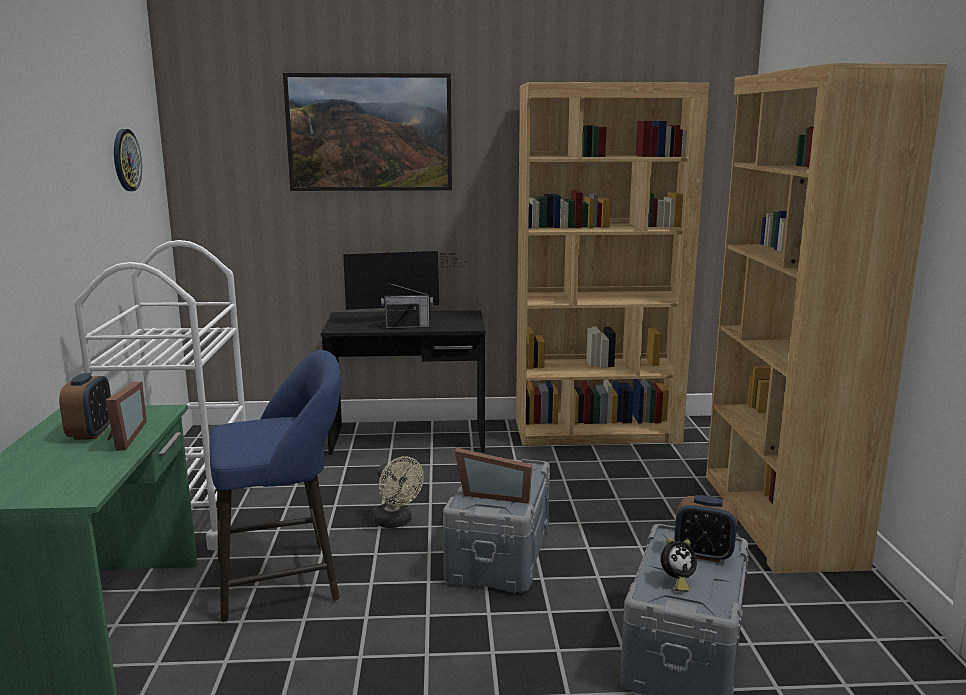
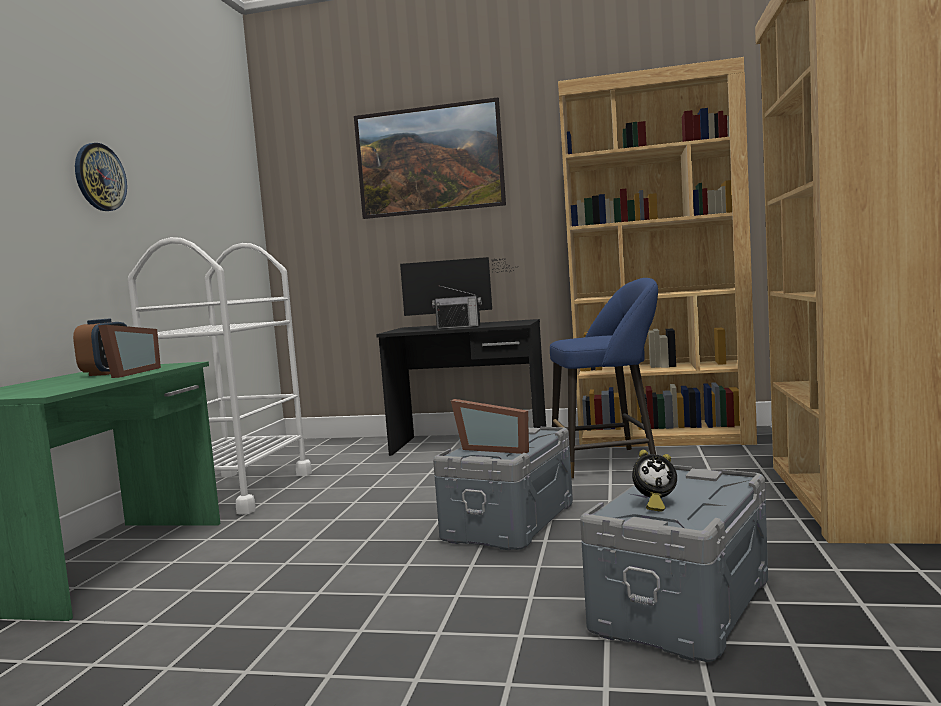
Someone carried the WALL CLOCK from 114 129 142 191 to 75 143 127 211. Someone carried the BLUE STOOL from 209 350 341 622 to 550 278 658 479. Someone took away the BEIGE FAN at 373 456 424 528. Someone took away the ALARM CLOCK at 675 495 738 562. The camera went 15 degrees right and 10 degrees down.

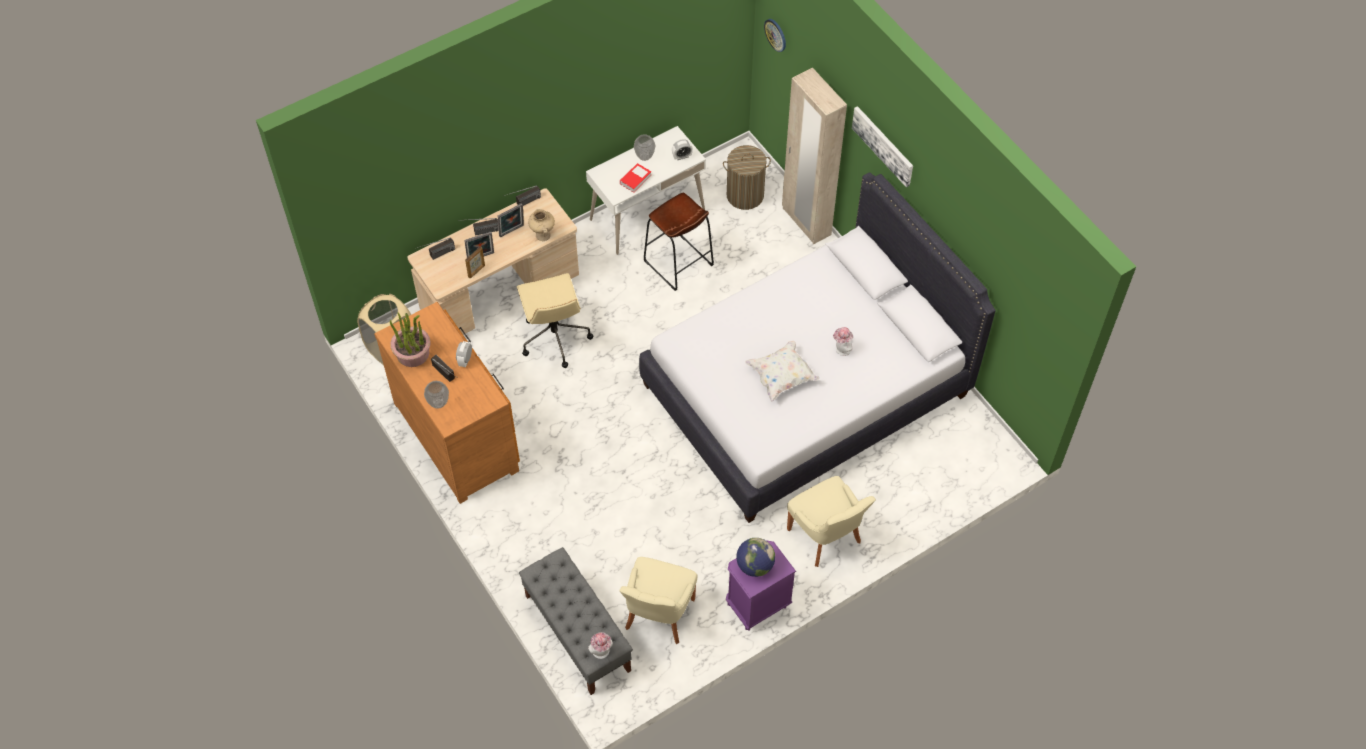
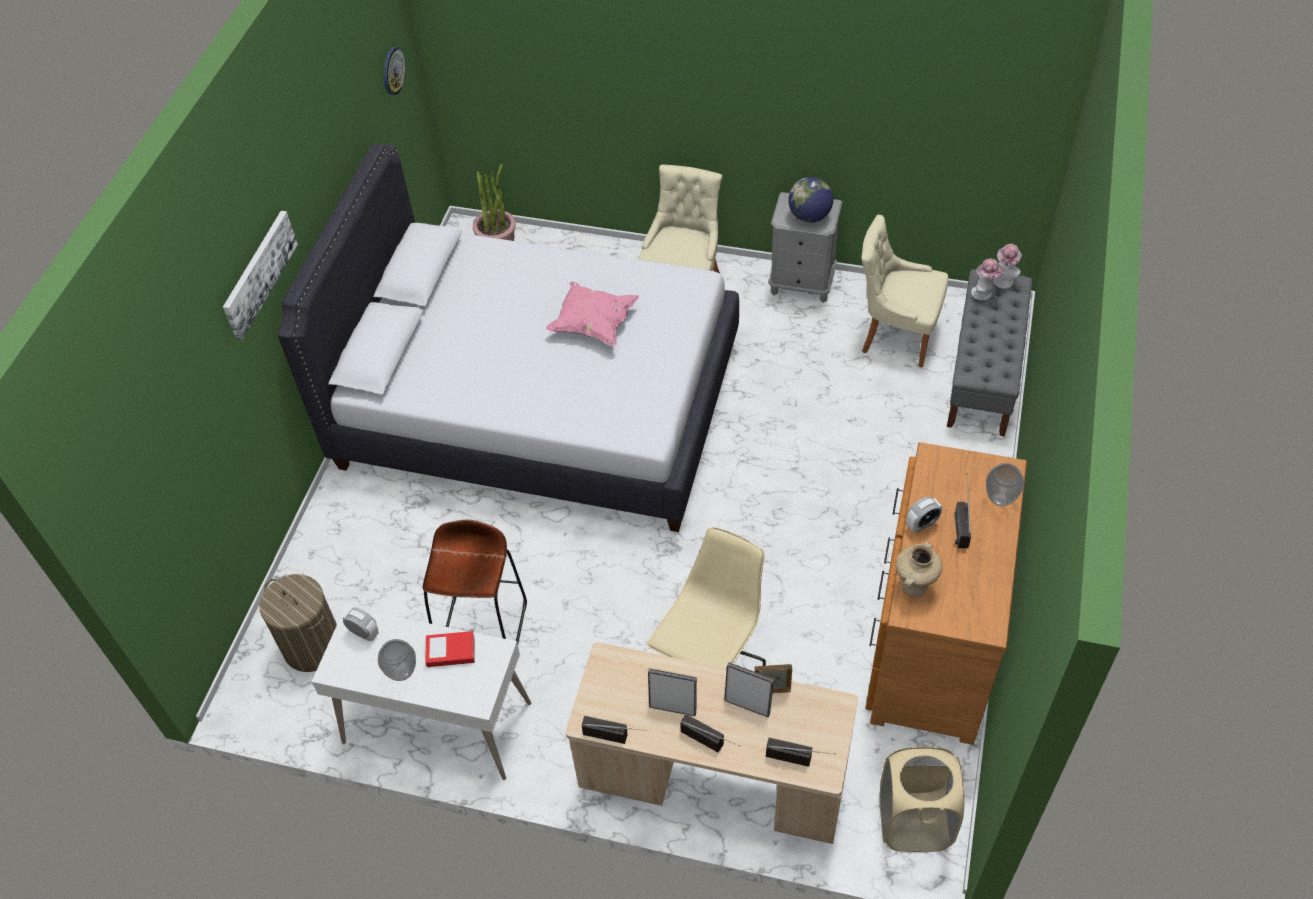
Someone carried the POTTED PLANT from 390 312 430 367 to 472 164 516 241. Someone carried the BEIGE VASE from 528 209 555 241 to 896 542 942 597. Someone rotated the BEIGE CHAIR at 619 557 697 644 by 135 degrees counterclockwise. Someone repainted the PURPLE NIGHTSTAND at 726 540 796 631, which became the GREY NIGHTSTAND at 769 192 842 303. Someone repainted the WHITE PILLOW at 745 341 820 402, which became the PINK PILLOW at 546 281 639 347. Someone carried the WALL CLOCK from 764 19 786 52 to 384 47 406 95. Someone took away the BEIGE WARDROBE at 782 68 847 244. Someone carried the HAT from 833 327 853 356 to 971 258 1005 301. The camera went 130 degrees left and 5 degrees down.

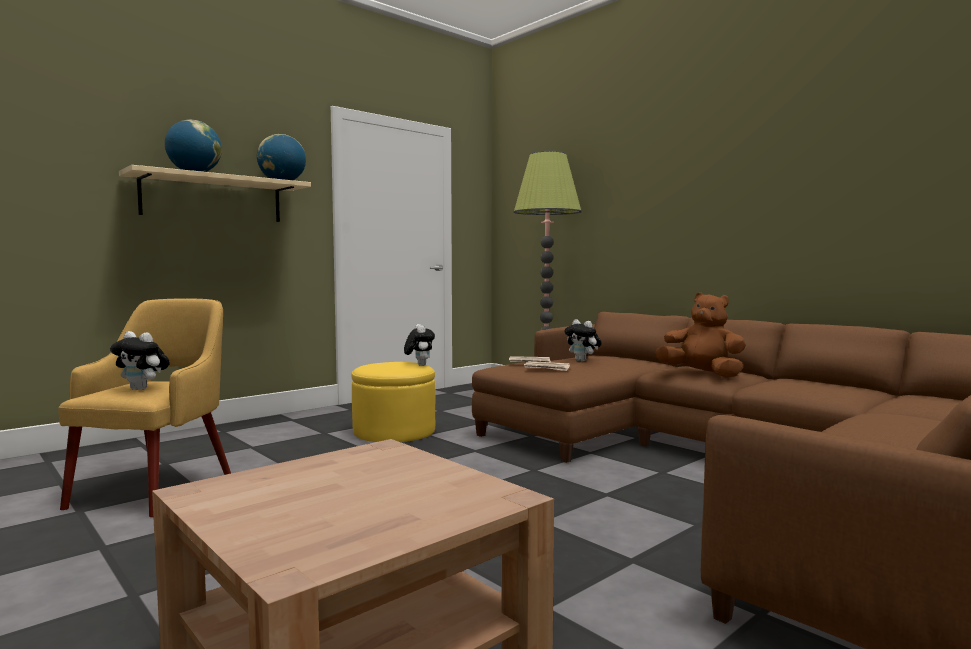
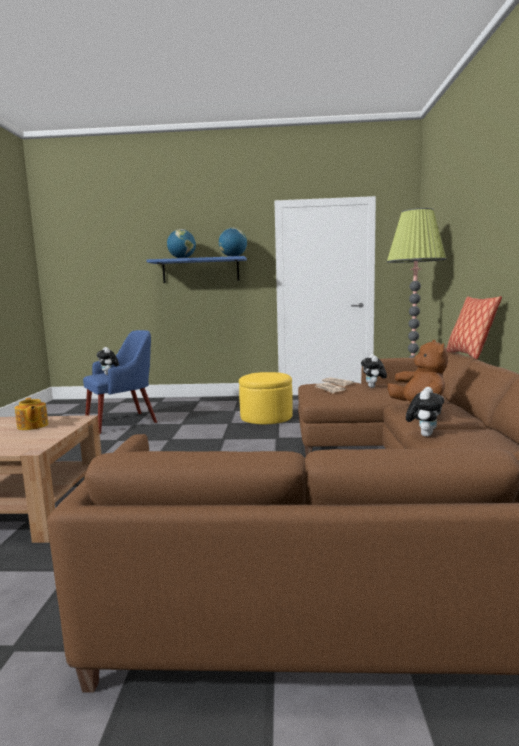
Someone repainted the YELLOW ARMCHAIR at 58 298 231 517, which became the BLUE ARMCHAIR at 83 330 157 434. Someone repainted the BEIGE SHELF at 119 165 311 222, which became the BLUE SHELF at 147 256 247 283. Someone carried the PLUSH TOY from 404 324 435 366 to 406 387 444 437. Someone put down the TEAPOT at 15 398 48 430. Someone put down the PILLOW at 446 296 502 359. The camera went 45 degrees right and 5 degrees up.

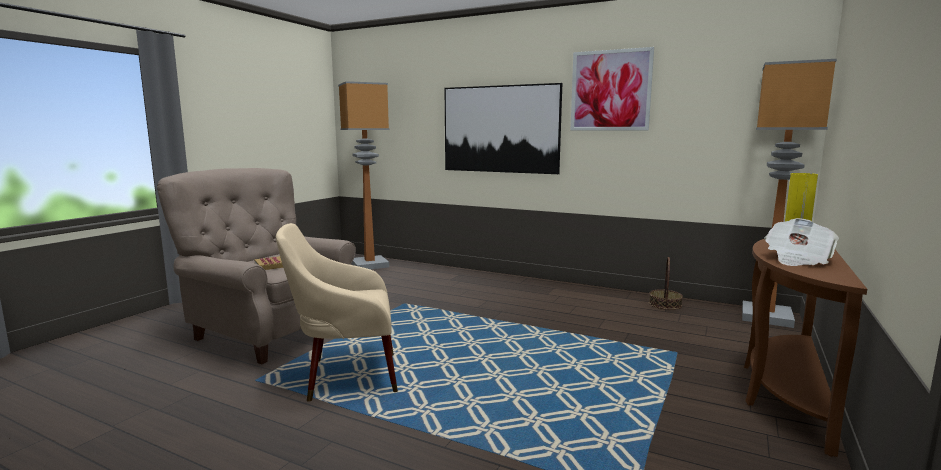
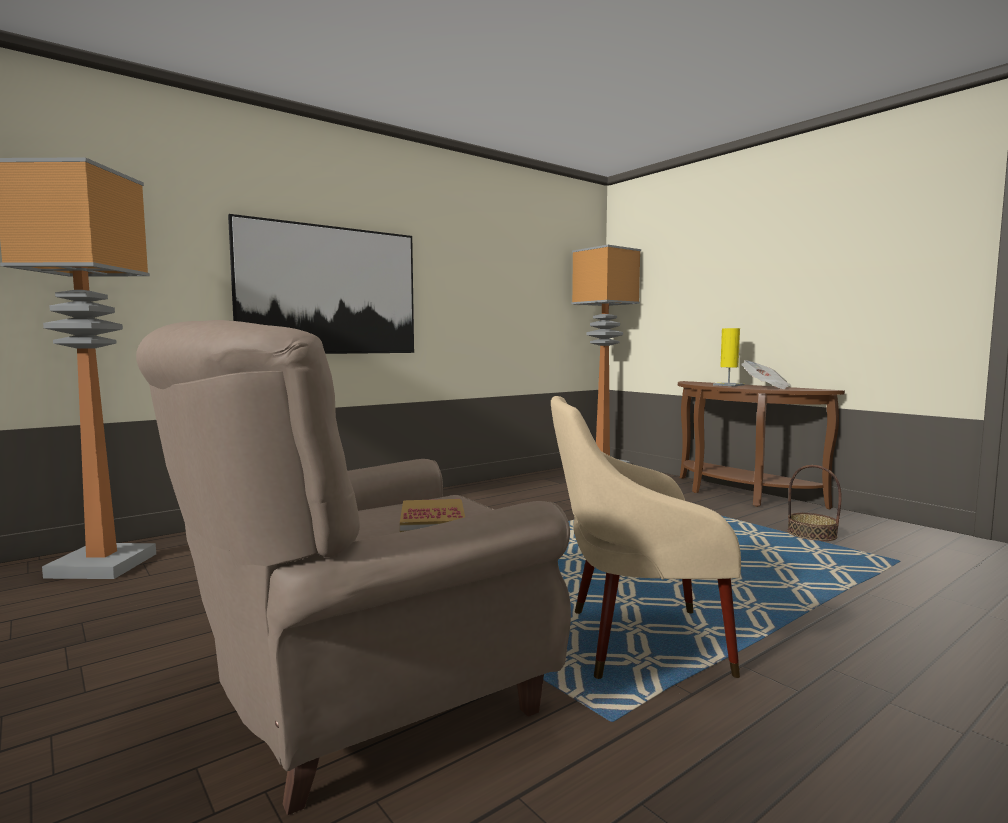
Someone rotated the BEIGE ARMCHAIR at 276 223 398 402 by 75 degrees clockwise. Someone took away the PICTURE at 570 47 654 130. Someone carried the BASKET from 649 257 683 310 to 787 465 842 541. The camera went 65 degrees left and 5 degrees down.

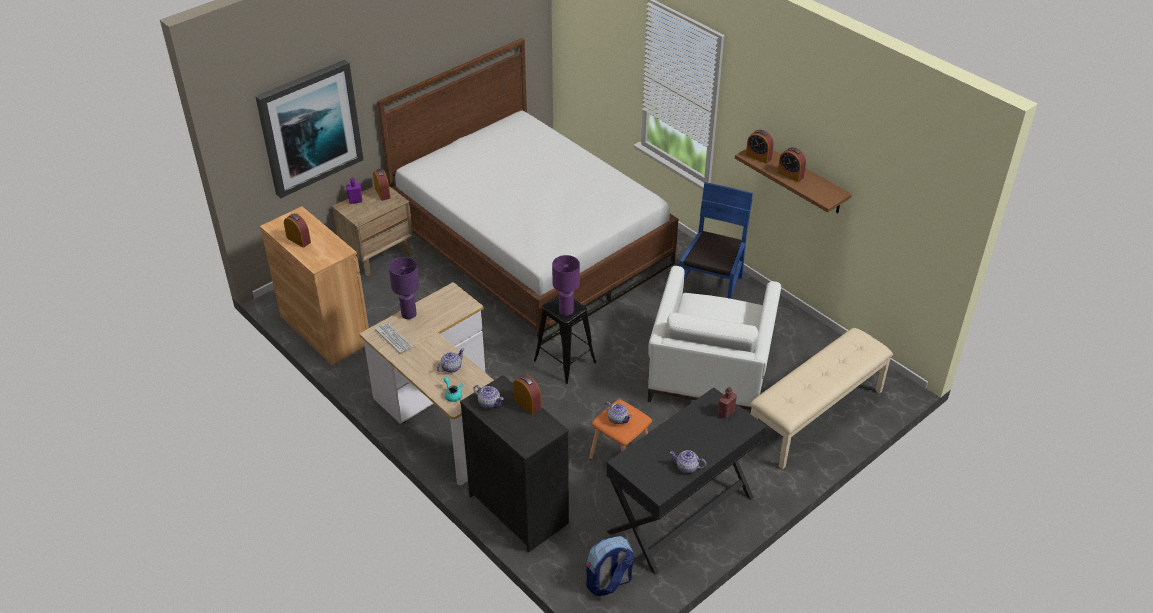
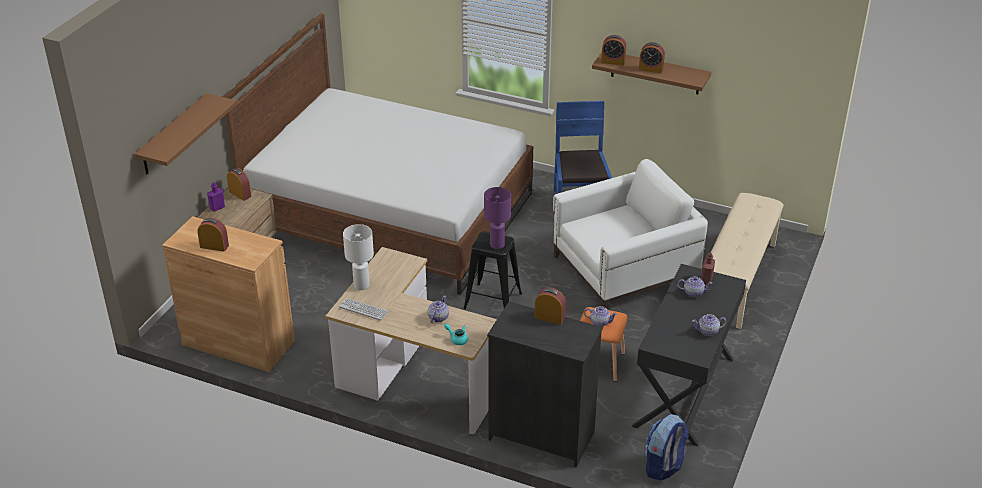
Someone swapped the PICTURE at 255 60 364 198 for the BROWN SHELF at 134 93 237 174. Someone repainted the PURPLE TABLE LAMP at 389 257 419 319, which became the WHITE TABLE LAMP at 343 224 374 290. Someone carried the TEAPOT from 473 385 504 409 to 677 277 713 298. Someone rotated the WHITE ARMCHAIR at 648 266 781 412 by 105 degrees counterclockwise. The camera went 25 degrees left and 5 degrees down.

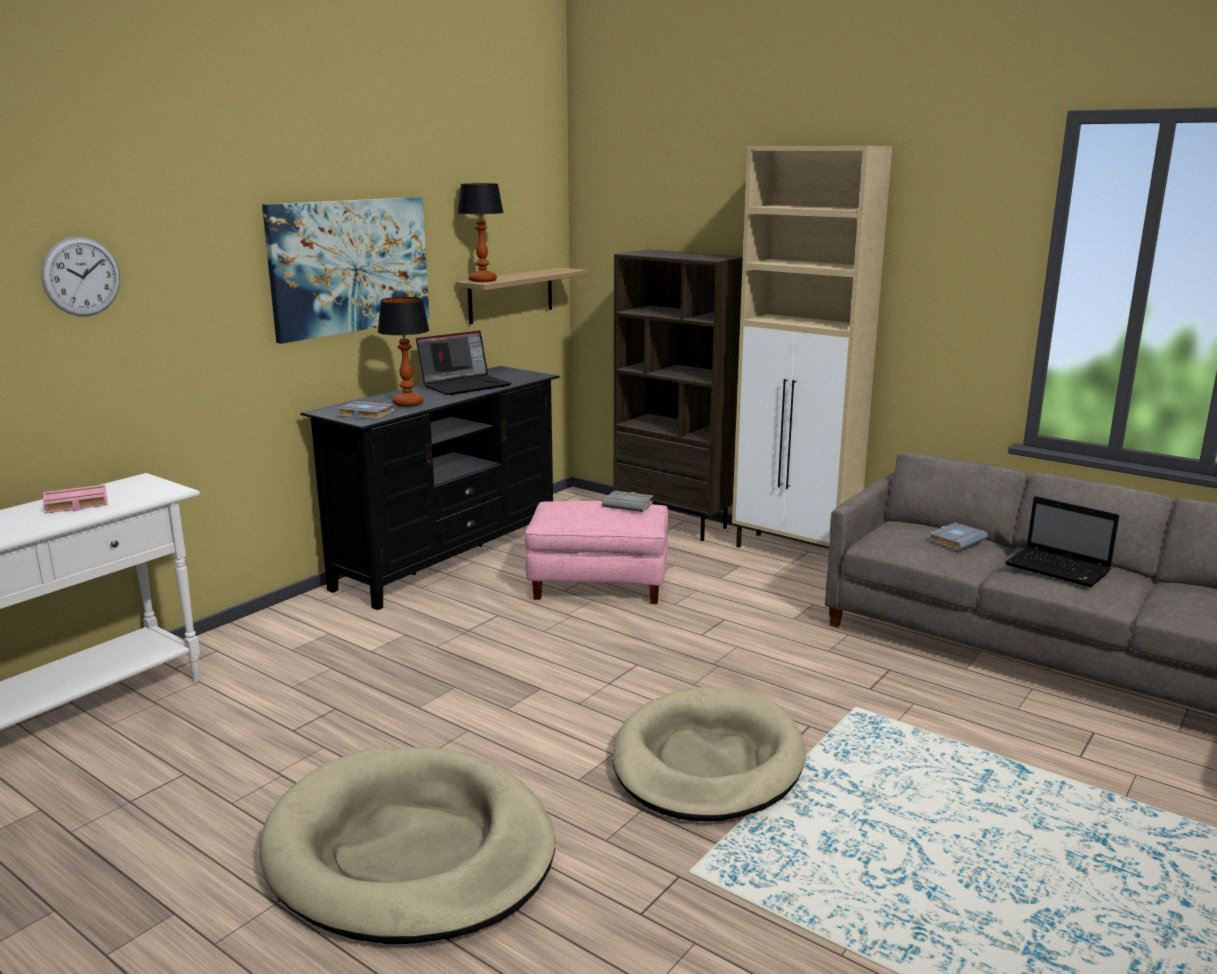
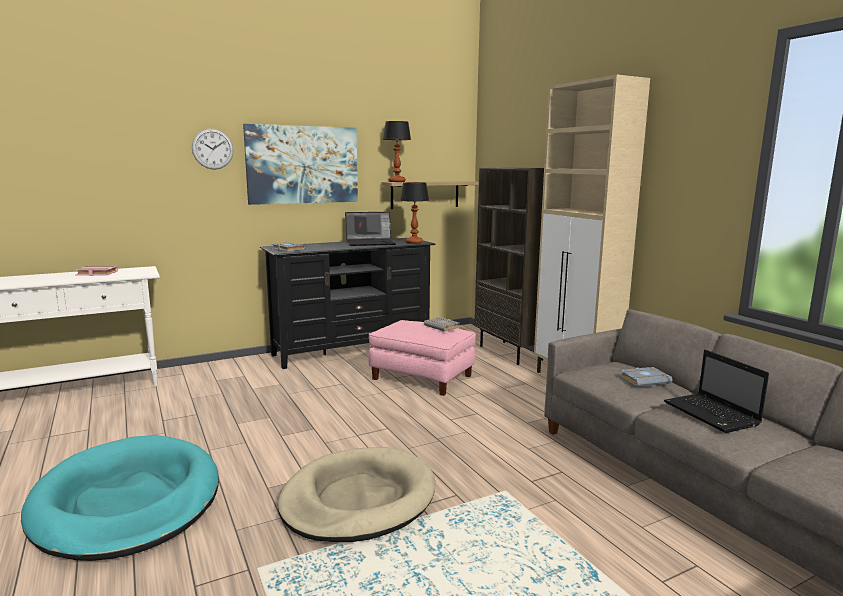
Someone carried the WALL CLOCK from 41 237 120 316 to 192 128 234 170. Someone repainted the BEIGE DOG BED at 259 747 555 944, which became the TURQUOISE DOG BED at 21 435 219 561. Someone carried the TABLE LAMP from 378 297 430 407 to 400 182 429 244. The camera went 25 degrees right and 5 degrees down.

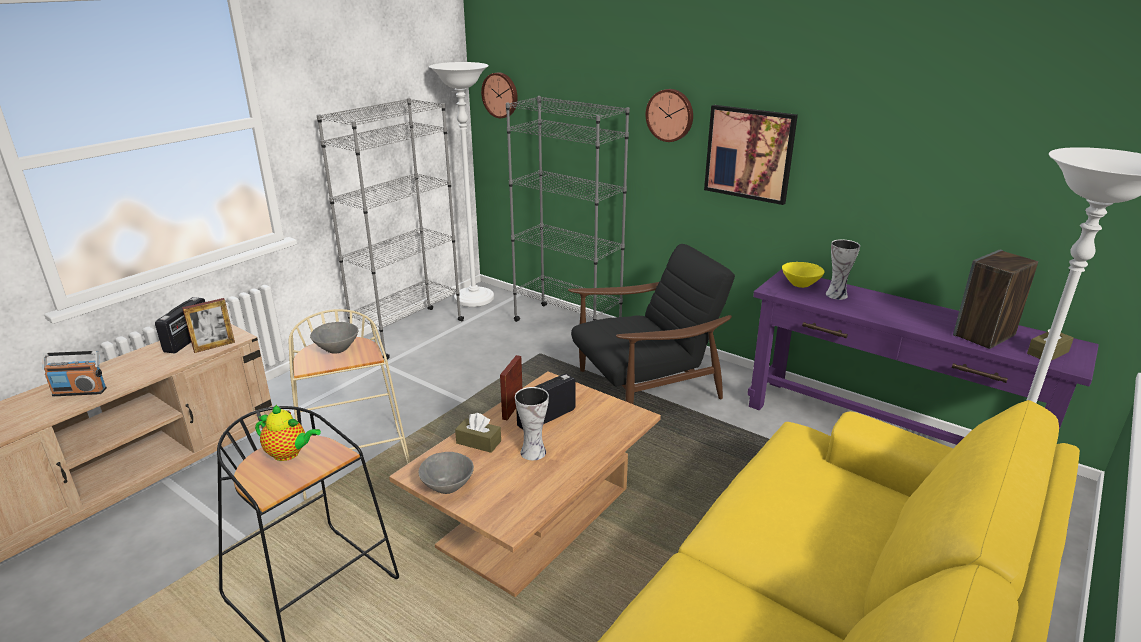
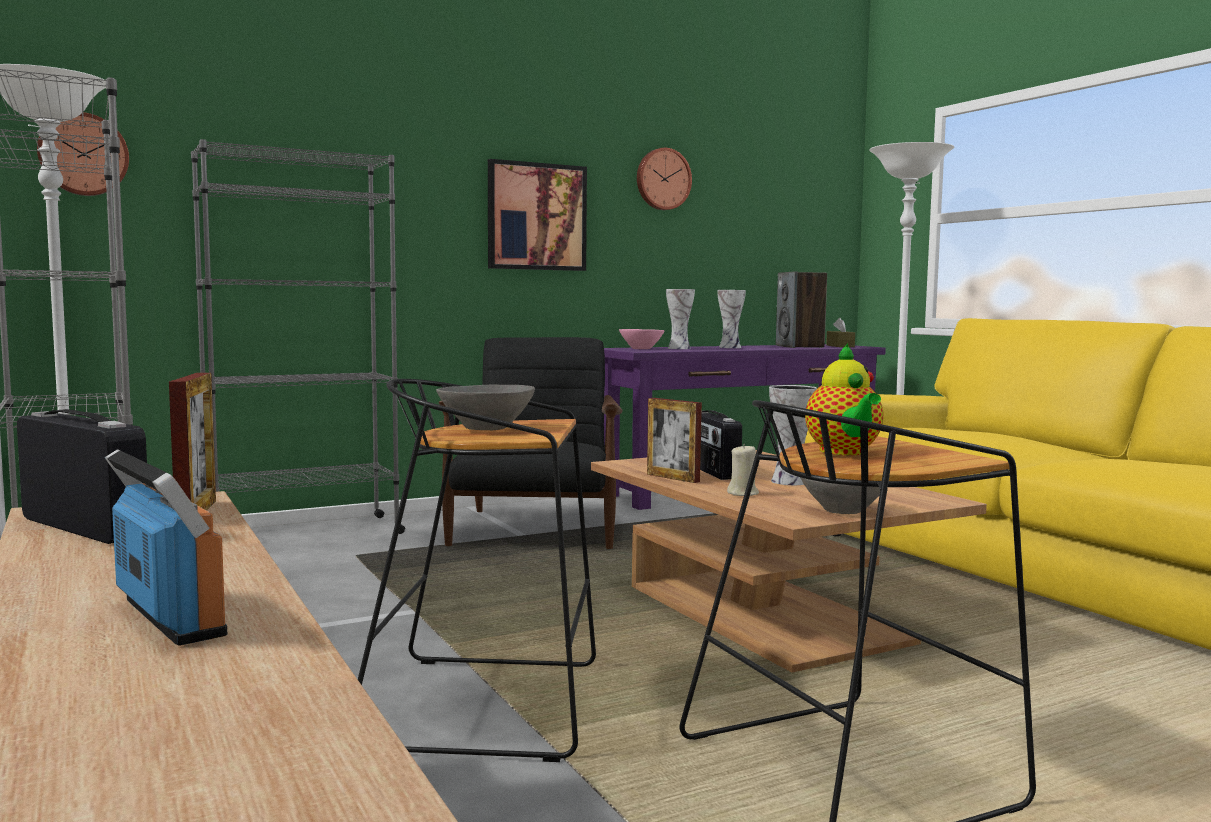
Someone rotated the RADIO at 43 351 107 396 by 60 degrees counterclockwise. Someone rotated the TEAPOT at 255 405 321 461 by 135 degrees clockwise. Someone repainted the BEIGE STOOL at 289 309 410 500, which became the BLACK STOOL at 358 379 596 762. Someone swapped the BROWN TISSUE BOX at 455 413 501 453 for the BEIGE CANDLE at 727 444 759 496. Someone carried the WALL CLOCK from 646 89 693 142 to 637 148 692 210. Someone repainted the YELLOW BOWL at 782 262 825 288, which became the PINK BOWL at 619 329 664 349. Someone put down the VASE at 717 290 746 348. The camera went 65 degrees left and 20 degrees down.

